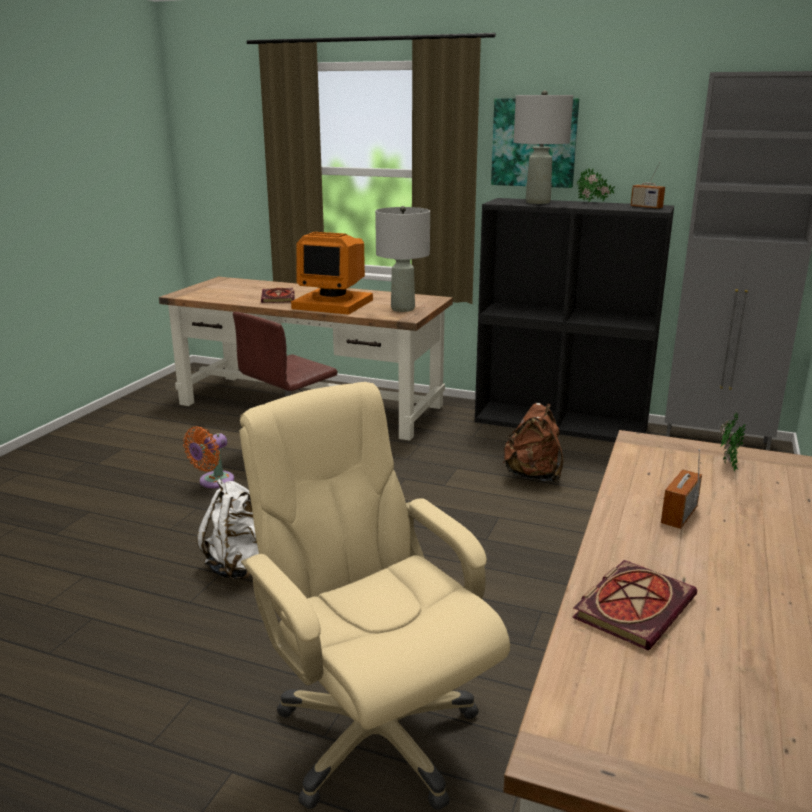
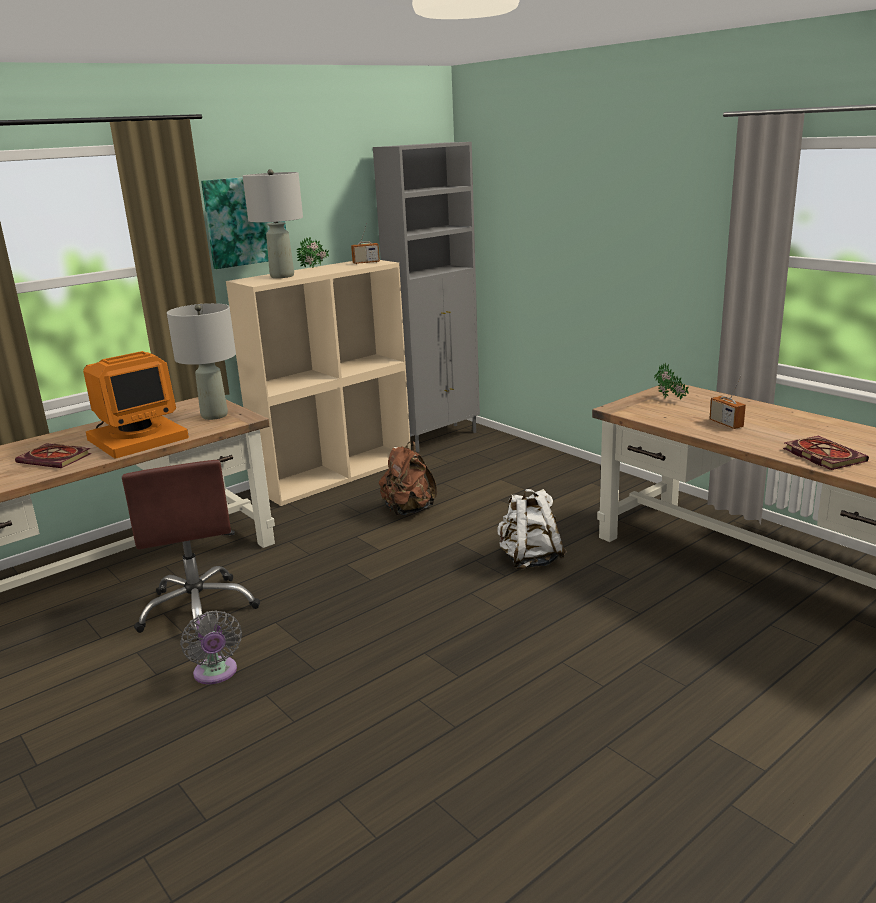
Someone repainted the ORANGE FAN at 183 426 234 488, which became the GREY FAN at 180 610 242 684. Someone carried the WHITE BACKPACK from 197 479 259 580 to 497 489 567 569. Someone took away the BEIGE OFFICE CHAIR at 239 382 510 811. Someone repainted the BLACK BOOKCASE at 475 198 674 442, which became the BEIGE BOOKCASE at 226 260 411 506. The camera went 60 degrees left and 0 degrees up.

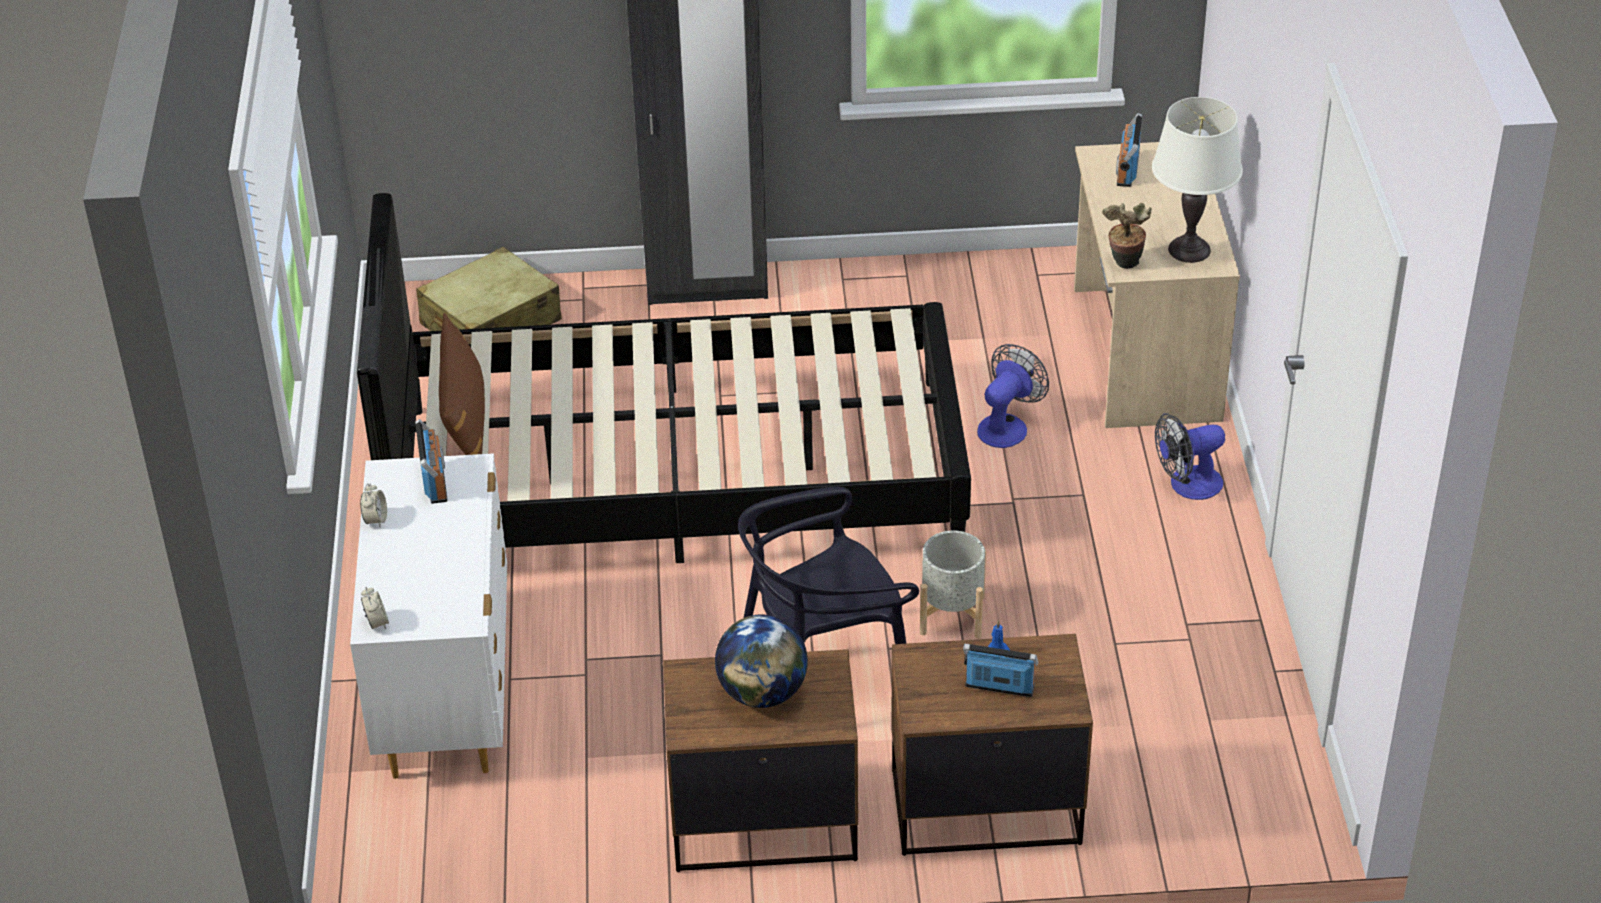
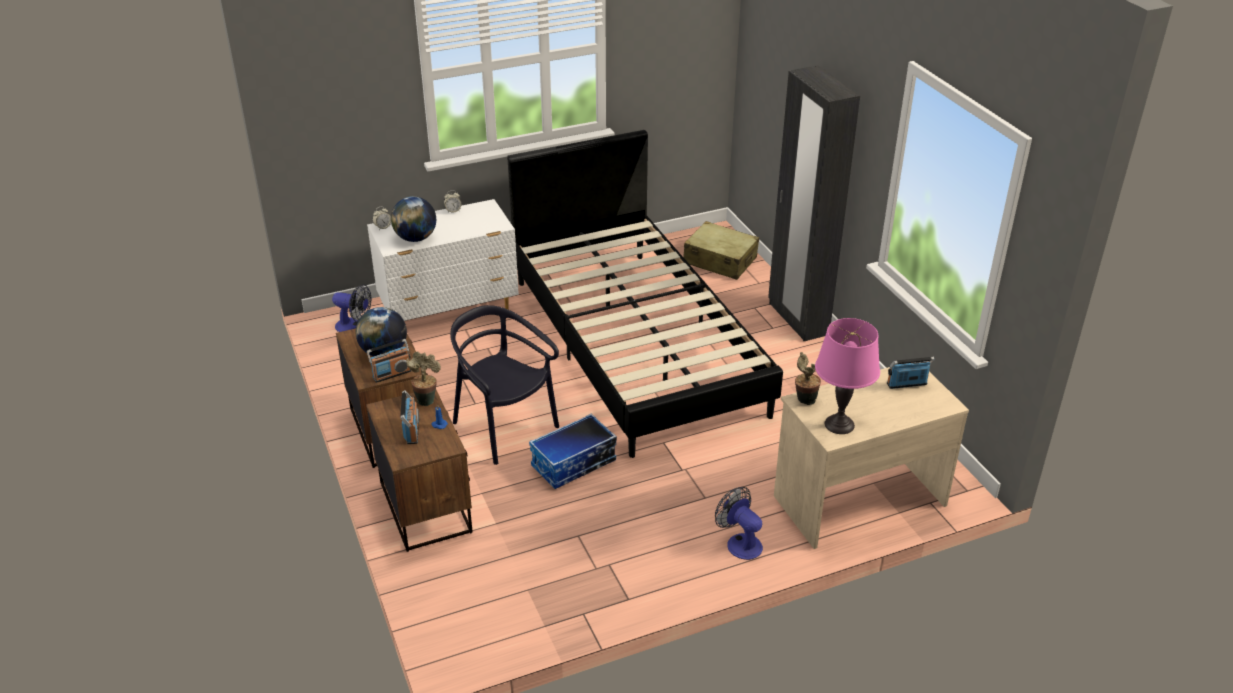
Someone carried the RADIO from 415 419 447 504 to 367 339 411 383. Someone took away the BROWN PILLOW at 439 313 485 455. Someone swapped the GREY PLANTER at 920 530 986 639 for the STORAGE BOX at 529 413 617 489. Someone carried the FAN from 977 344 1049 448 to 332 284 372 332. Someone repainted the WHITE TABLE LAMP at 1152 97 1243 263, which became the PINK TABLE LAMP at 815 318 880 434. Someone put down the GLOBE at 391 196 436 242. Someone put down the POTTED PLANT at 406 352 441 406. The camera went 70 degrees right and 5 degrees down.

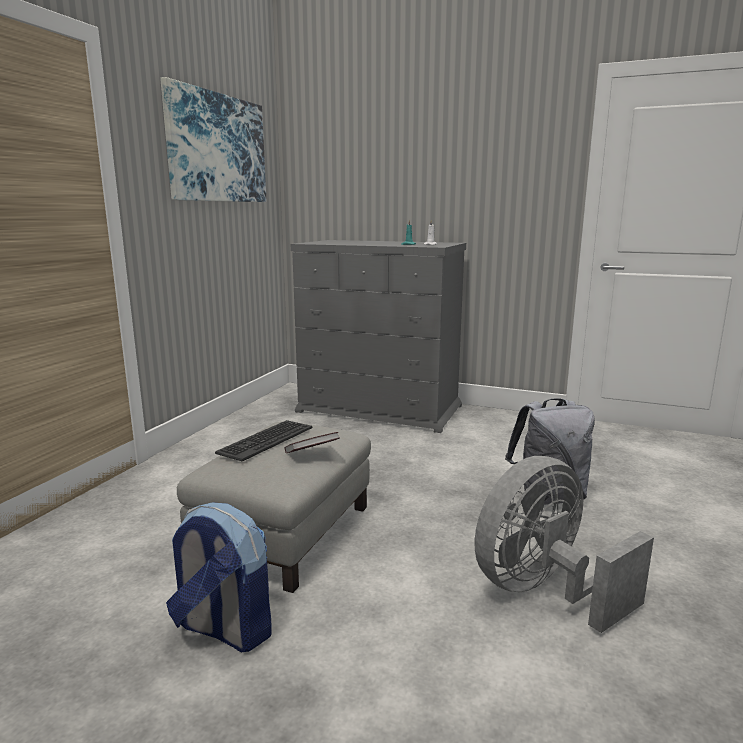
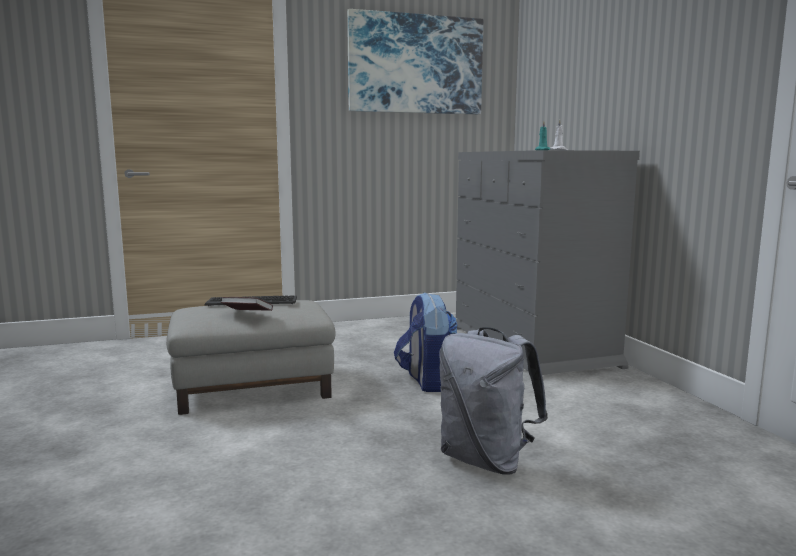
Someone carried the BACKPACK from 166 502 272 652 to 394 292 458 392. Someone took away the GREY FAN at 475 456 654 633. The camera went 50 degrees right and 5 degrees down.

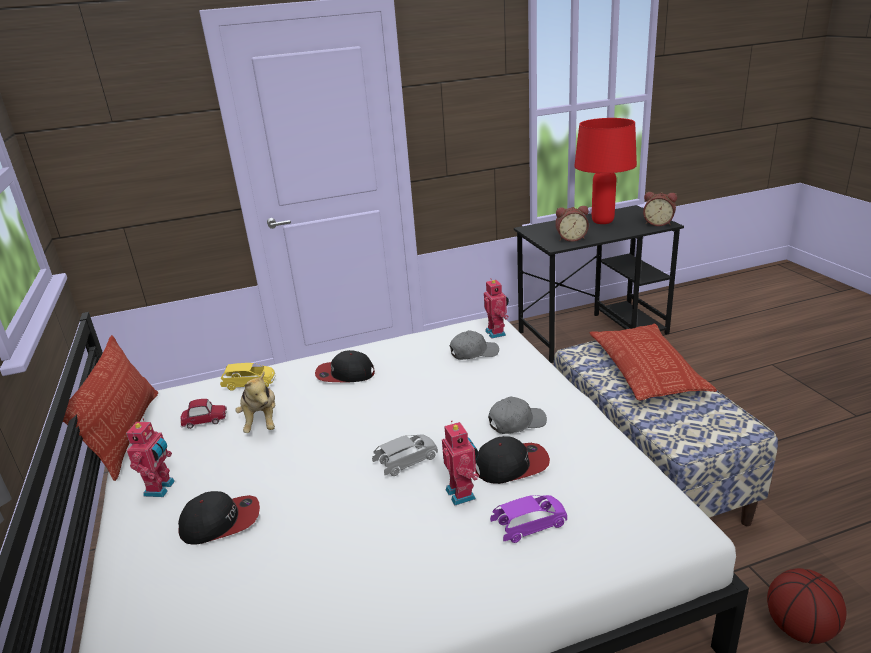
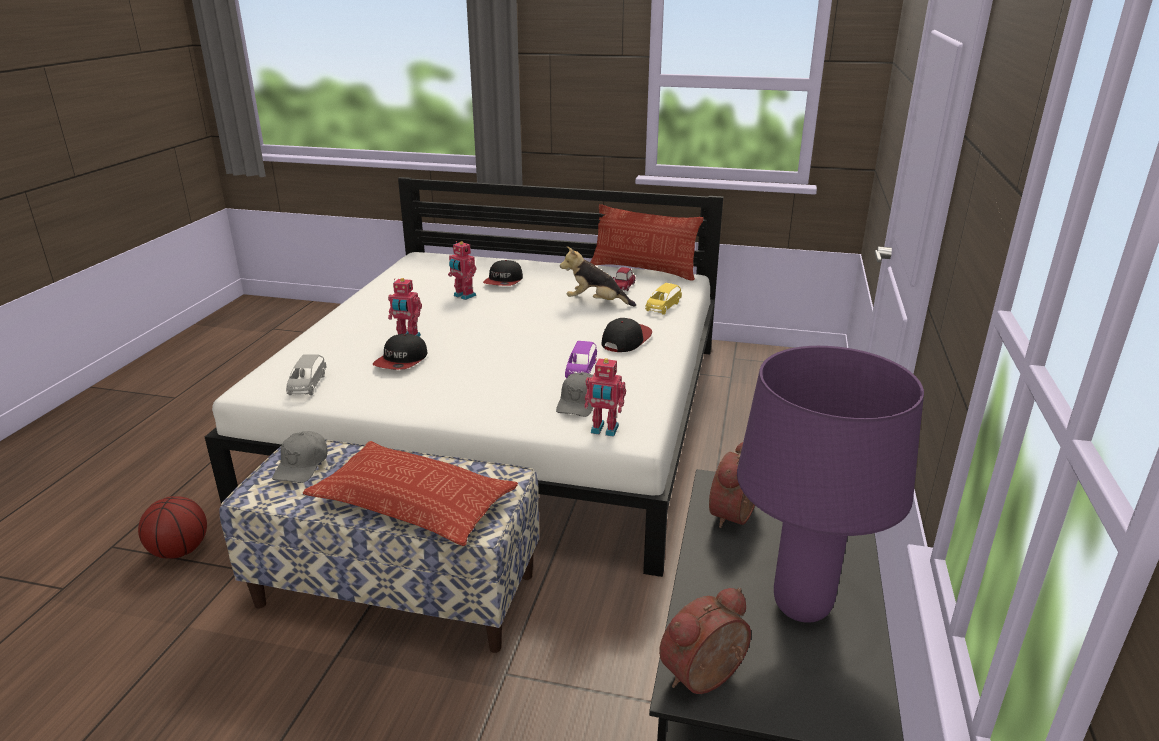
Someone carried the TOY ROBOT from 126 419 175 497 to 448 241 476 300. Someone carried the GREY TOY CAR from 372 434 438 476 to 286 354 326 395. Someone carried the GREY CAP from 488 396 547 434 to 272 431 328 483. Someone carried the PURPLE TOY CAR from 490 495 567 543 to 565 341 597 379. Someone repainted the RED TABLE LAMP at 574 118 637 224, which became the PURPLE TABLE LAMP at 737 346 924 623. The camera went 120 degrees right and 0 degrees up.

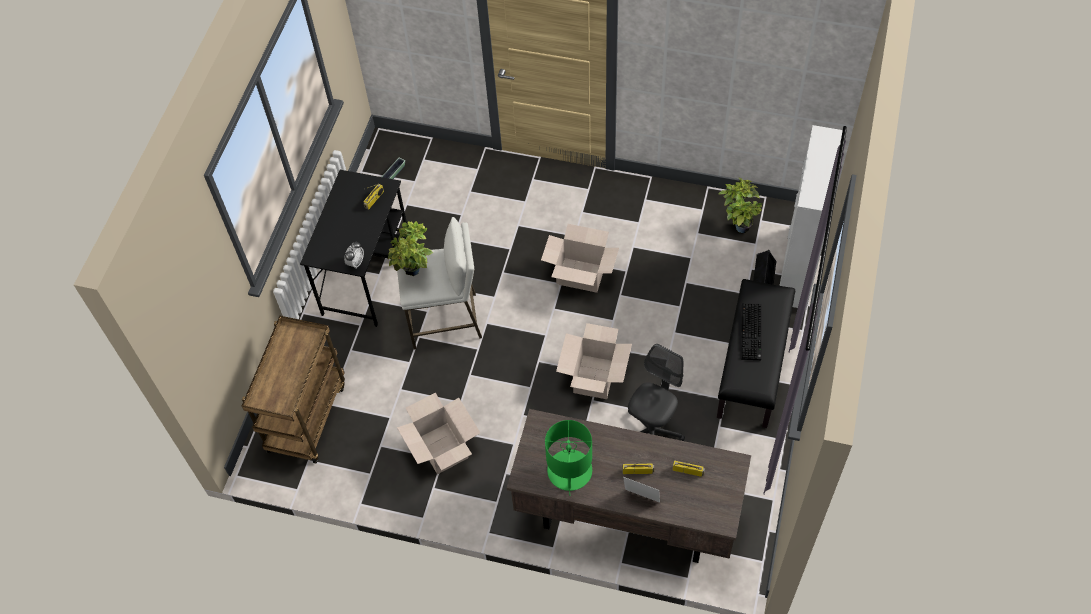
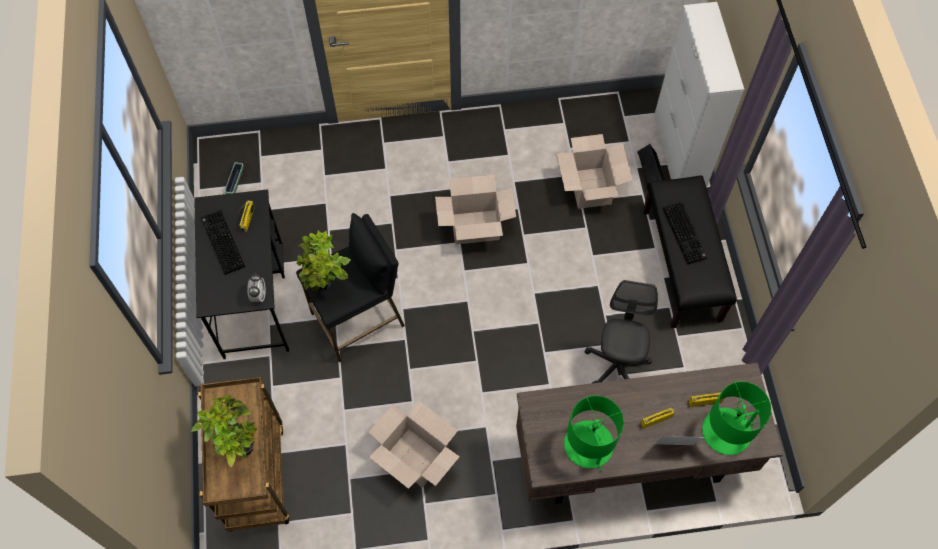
Someone repainted the WHITE STOOL at 397 217 482 350, which became the BLACK STOOL at 296 213 405 362. Someone carried the CARDBOARD BOX from 556 323 632 399 to 556 134 632 209. Someone carried the POTTED PLANT from 718 178 762 233 to 191 395 257 467. Someone put down the KEYBOARD at 201 210 245 275. Someone put down the GREEN TABLE LAMP at 702 382 771 455. The camera went 25 degrees left and 5 degrees up.

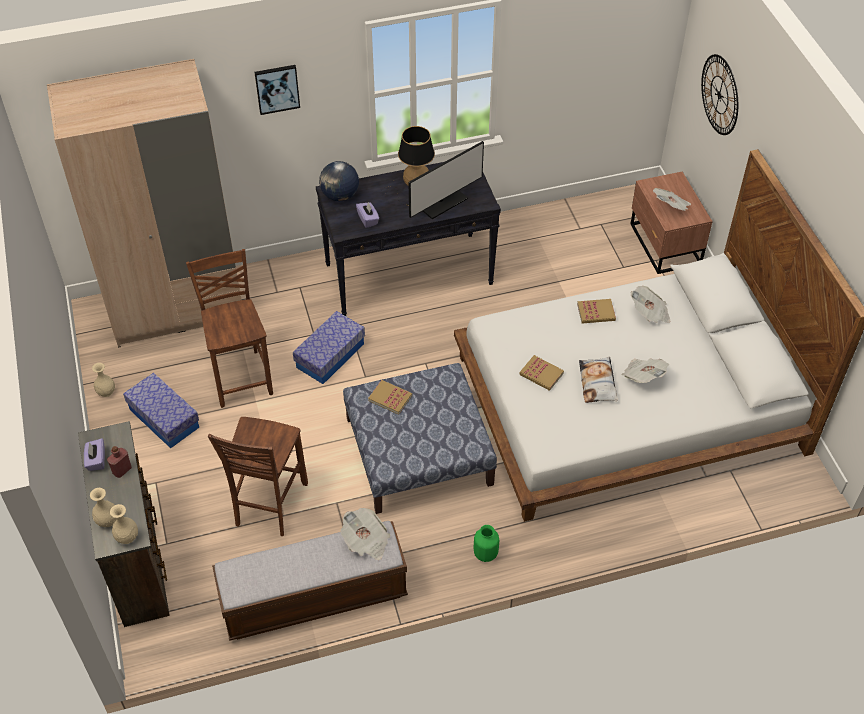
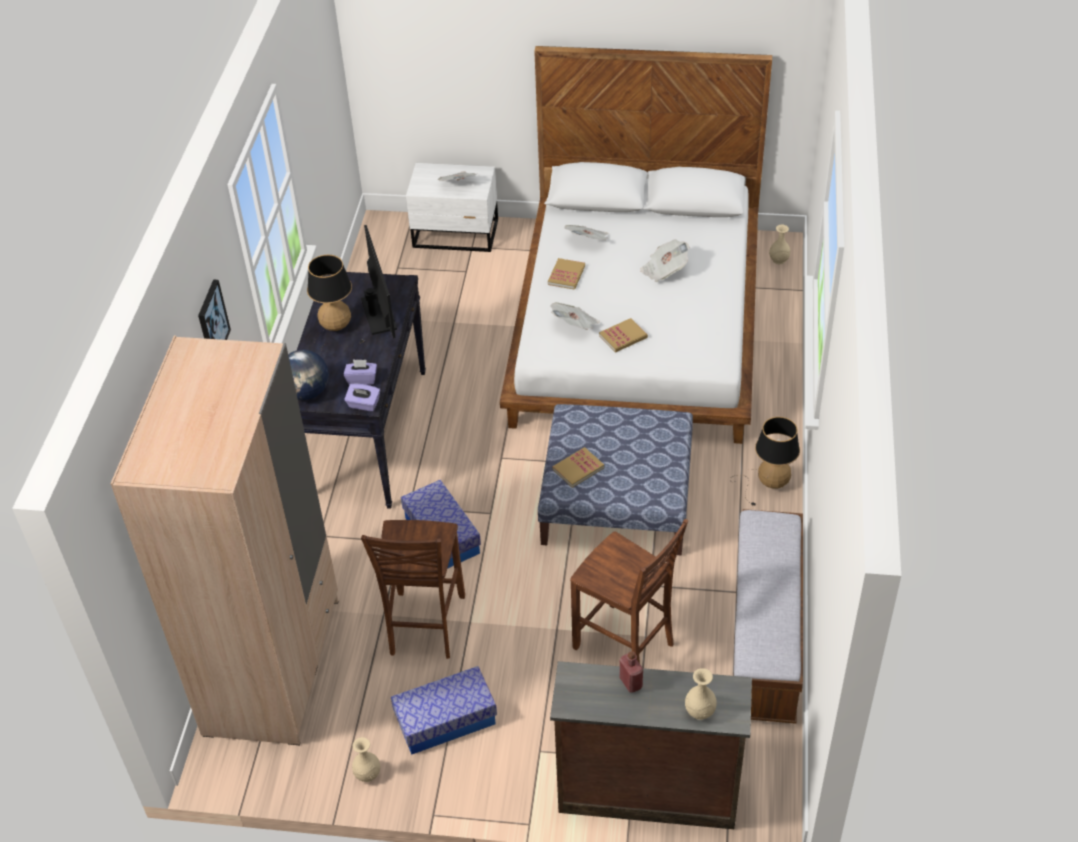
Someone carried the PURPLE TISSUE BOX from 84 438 105 471 to 344 383 380 411. Someone carried the BEIGE VASE from 110 504 138 544 to 769 225 790 264. Someone rotated the BROWN CHAIR at 186 249 273 408 by 90 degrees counterclockwise. Someone carried the NEWSPAPER from 340 508 390 560 to 550 302 600 330. Someone swapped the GREEN VASE at 474 525 499 562 for the TABLE LAMP at 732 417 800 506. Someone took away the PILLOW at 579 357 618 403. Someone repainted the BROWN NIGHTSTAND at 630 172 713 274, which became the WHITE NIGHTSTAND at 406 163 498 252. Someone took away the WALL CLOCK at 701 54 738 135. The camera went 65 degrees left and 5 degrees down.

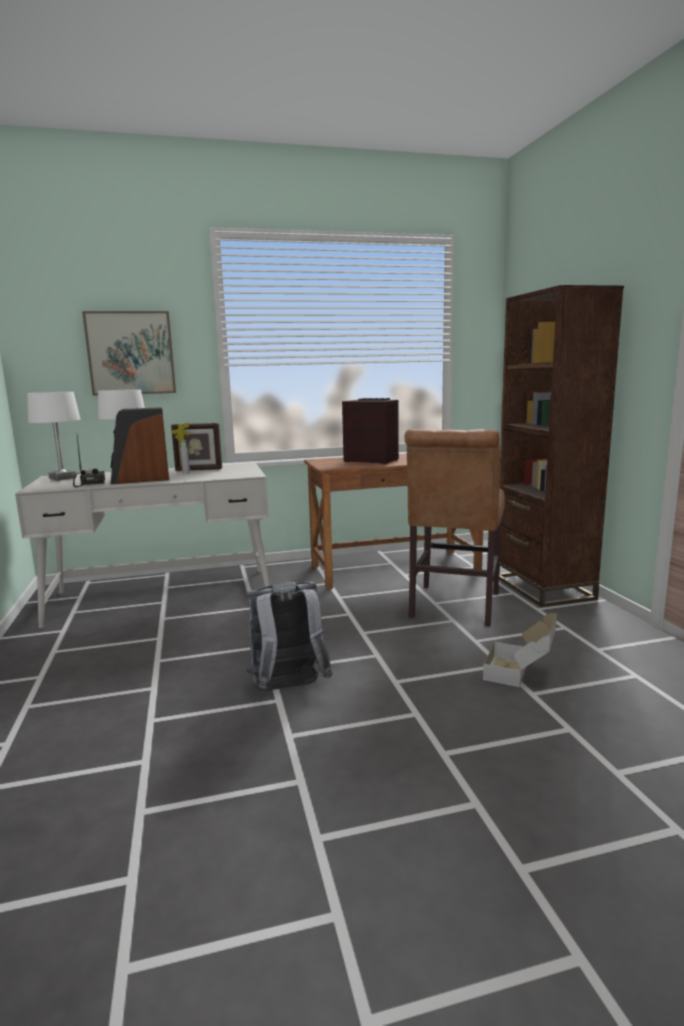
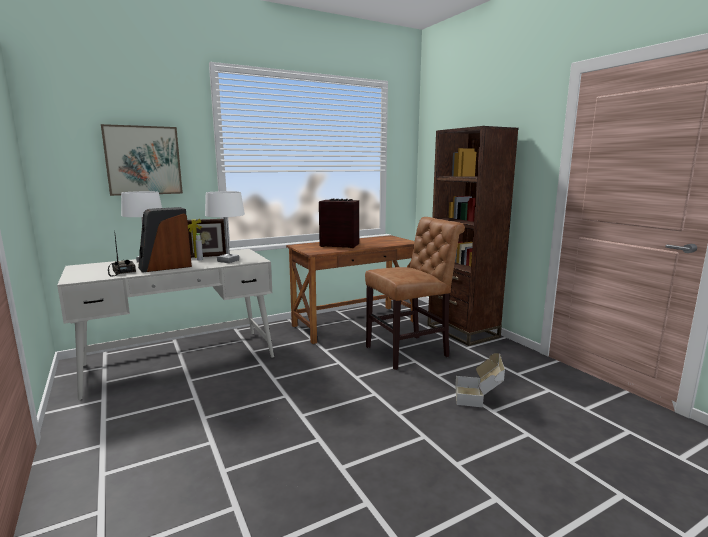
Someone carried the WHITE TABLE LAMP from 27 392 80 481 to 205 191 245 263. Someone took away the GREY BACKPACK at 246 582 333 691. Someone rotated the BROWN CHAIR at 405 429 505 627 by 120 degrees counterclockwise. The camera went 15 degrees left and 0 degrees up.

